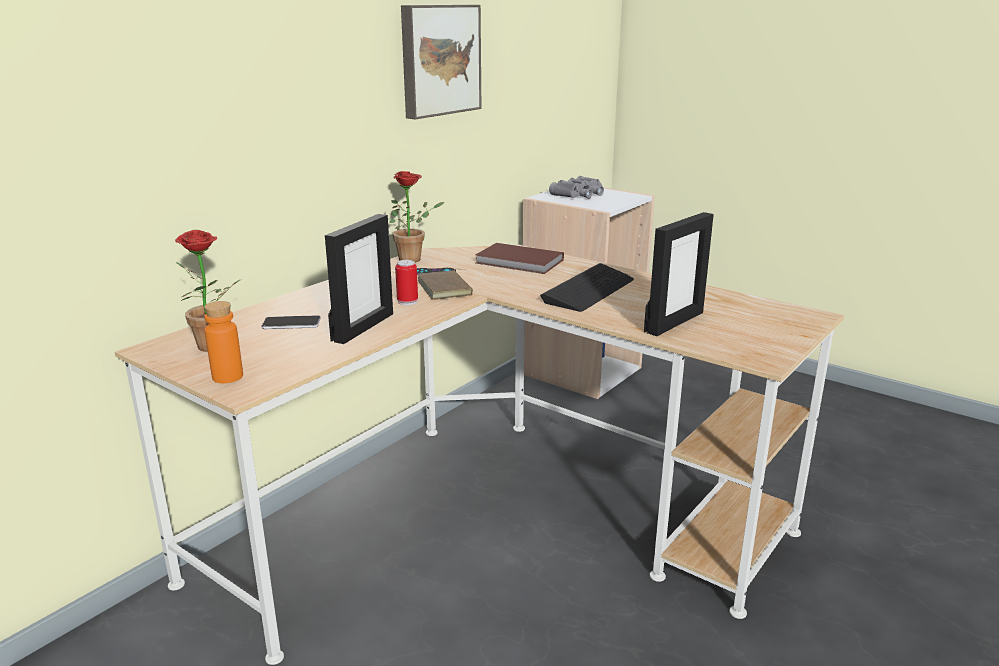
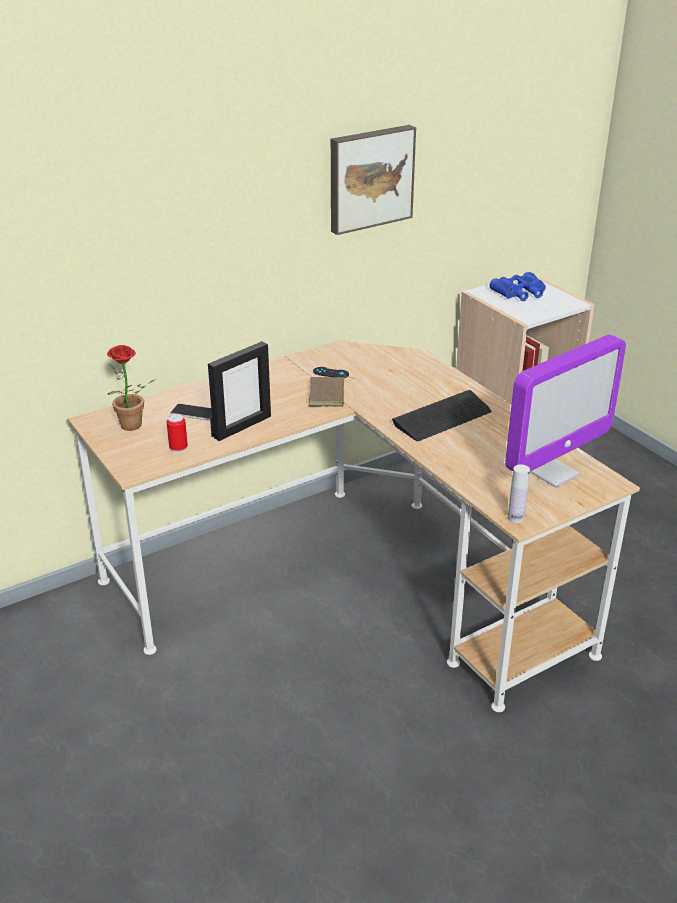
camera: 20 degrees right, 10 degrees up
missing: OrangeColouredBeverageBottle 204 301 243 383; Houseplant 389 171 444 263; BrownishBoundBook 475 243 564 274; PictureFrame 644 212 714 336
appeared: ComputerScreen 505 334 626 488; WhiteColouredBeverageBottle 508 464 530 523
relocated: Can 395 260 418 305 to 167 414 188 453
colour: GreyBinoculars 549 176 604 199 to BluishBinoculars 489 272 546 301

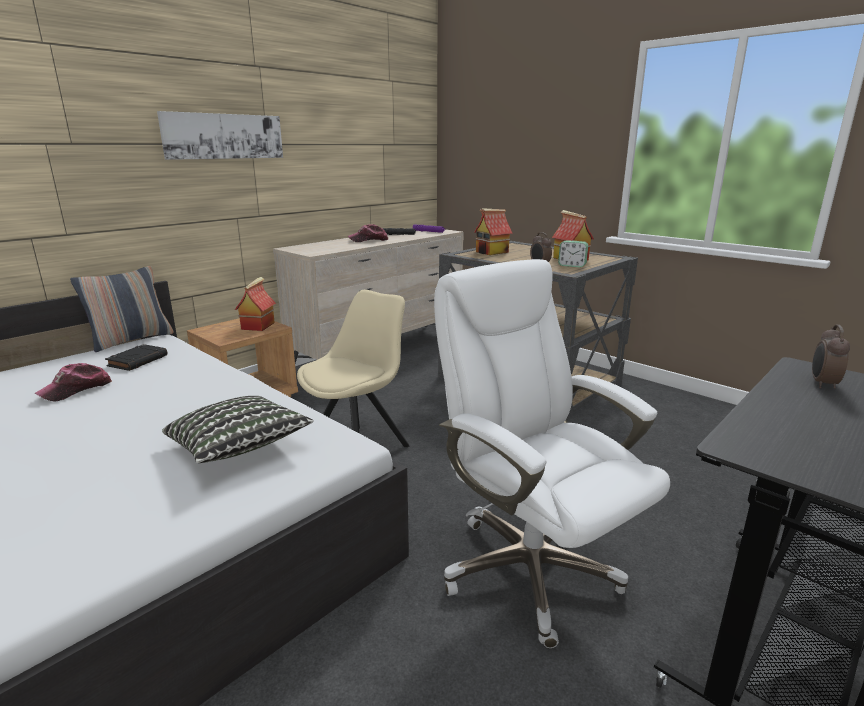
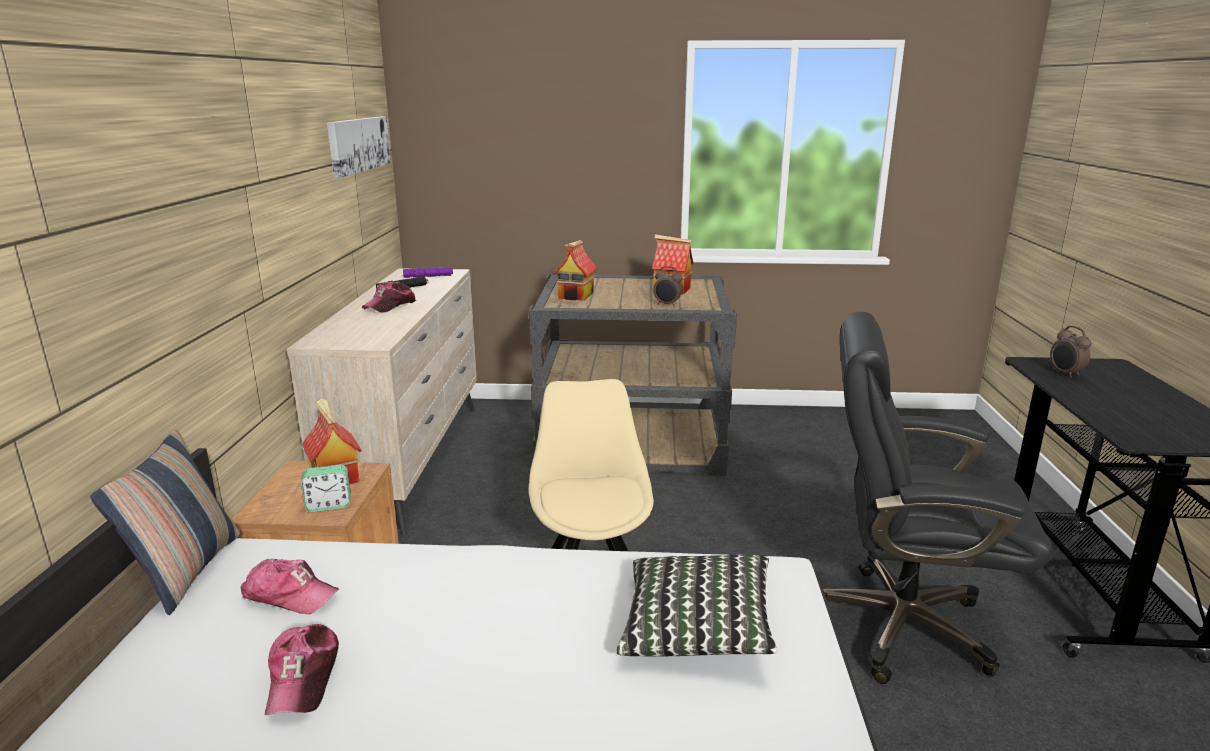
camera: 40 degrees left, 0 degrees up
relocated: WallArt 157 111 283 160 to 327 116 391 178; BedsideClock 558 240 588 267 to 301 465 351 512
exchanged: BlackishBoundBook 105 344 167 371 to PeakedCap 241 559 339 614
colour: WhiteColouredComputerChair 434 259 670 648 to BlackishComputerChair 823 312 1053 684

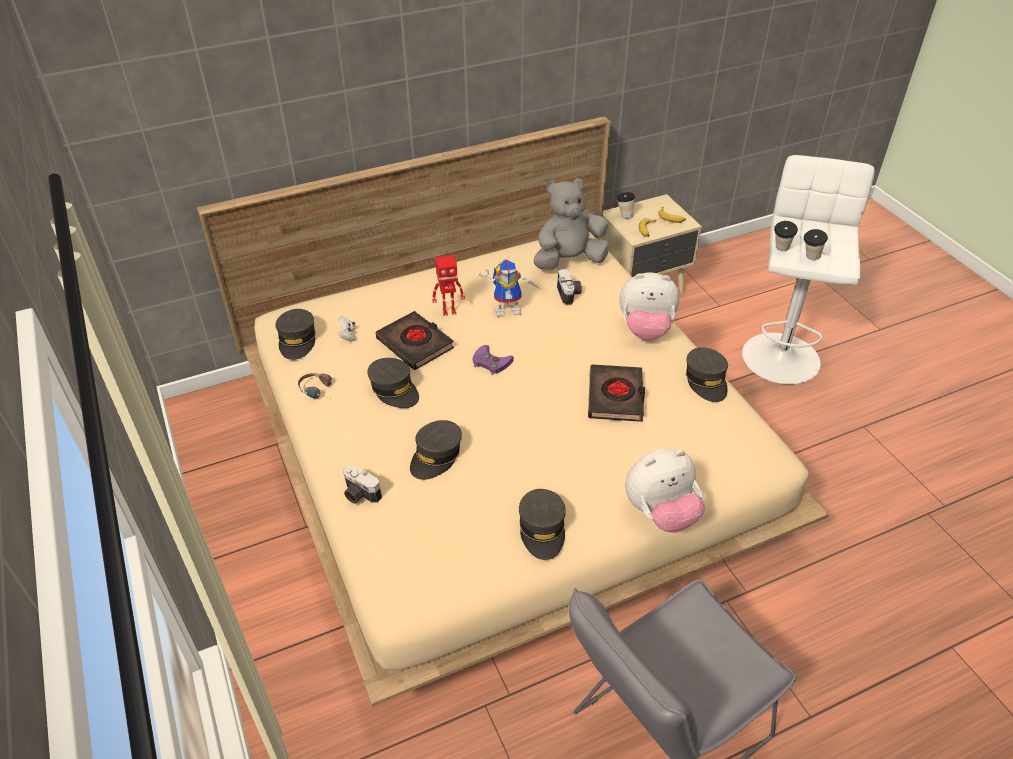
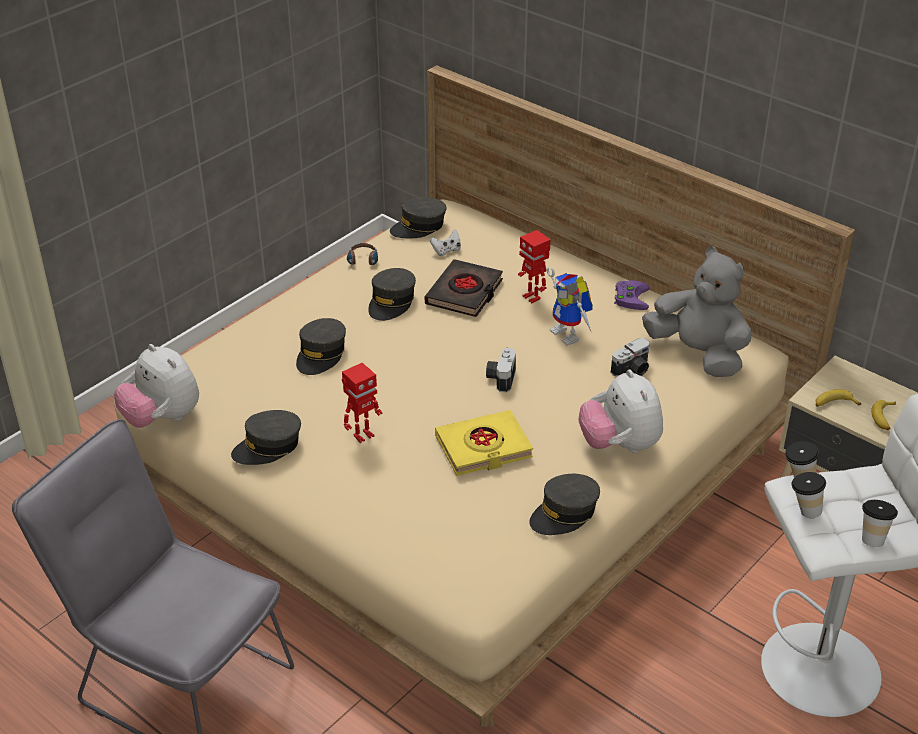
camera: 65 degrees right, 5 degrees down
appeared: ModelRobot 342 363 382 443
relocated: StillCamera 343 465 382 504 to 486 348 516 393; PurpleColouredGameController 472 345 514 375 to 614 280 650 310; DrinkingCup 616 192 635 219 to 862 500 898 547; PlushToy 625 448 705 532 to 114 344 199 428
colour: BlackishBoundBook 588 364 645 422 to YellowColouredBoundBook 435 410 533 476
spun: GreyPeakedCap 410 420 462 480 = 296 318 346 375 75 degrees counterclockwise

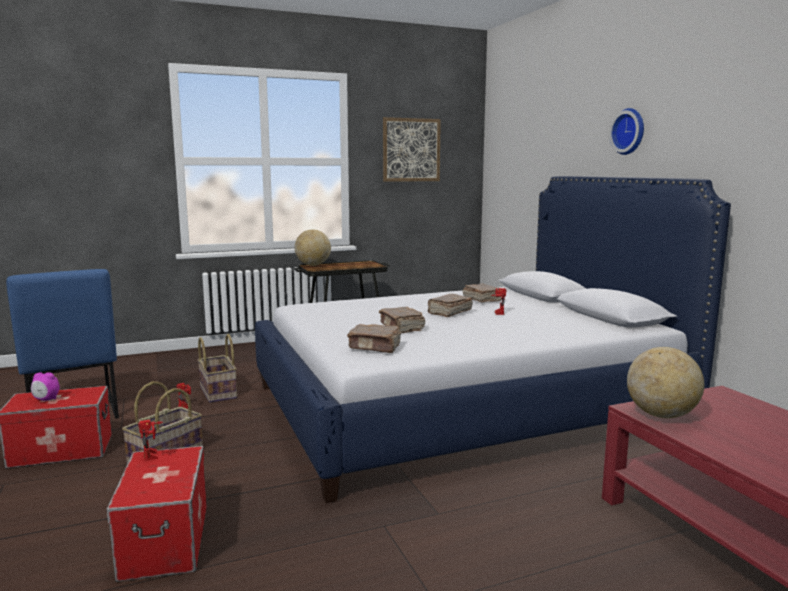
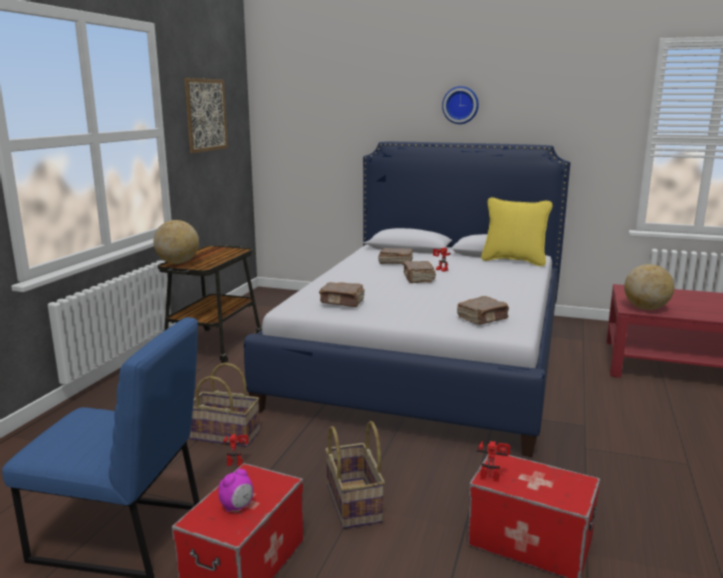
camera: 50 degrees left, 5 degrees up
appeared: YellowColouredPillow 481 197 553 266
relocated: BrownishBoundBook 379 307 425 333 to 319 282 365 307

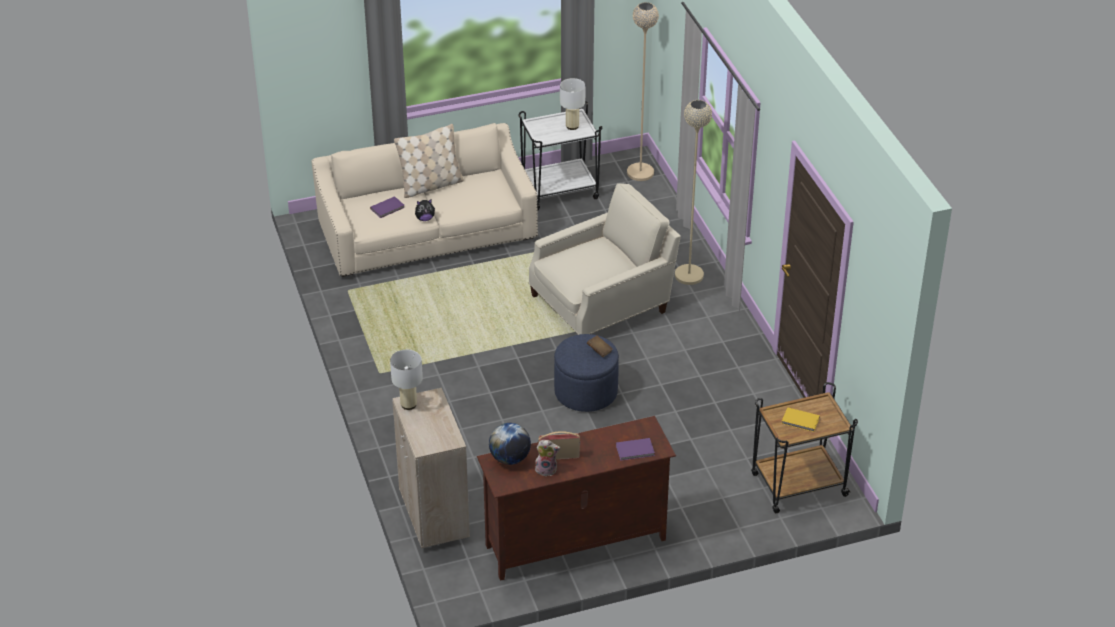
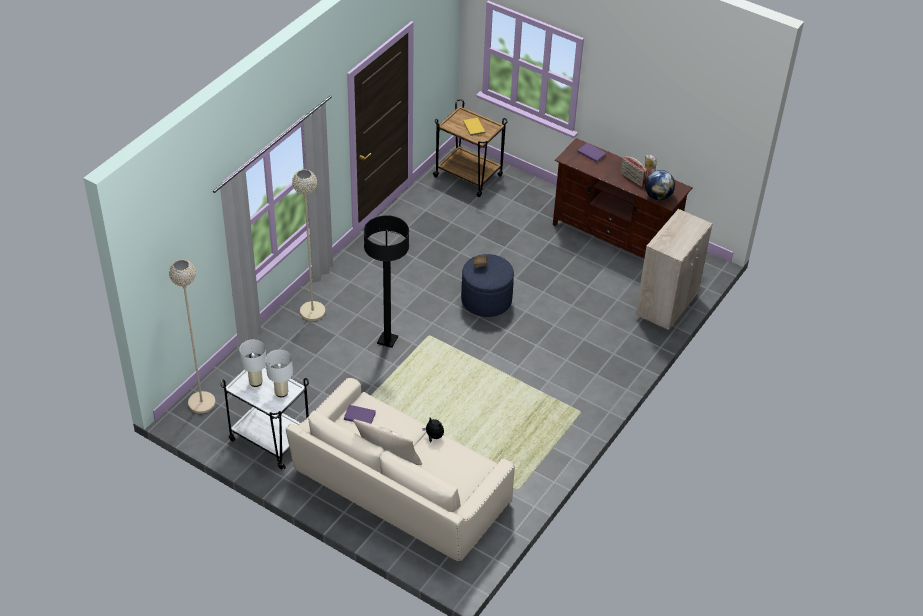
camera: 130 degrees left, 5 degrees up
relocated: PurpleColouredBoundBook 370 196 405 218 to 344 405 376 424; WhiteColouredTabletopLamp 390 350 423 410 to 266 349 293 397
exchanged: SandColouredLoungeChair 529 183 681 335 to BlackishStandardLamp 364 215 409 348

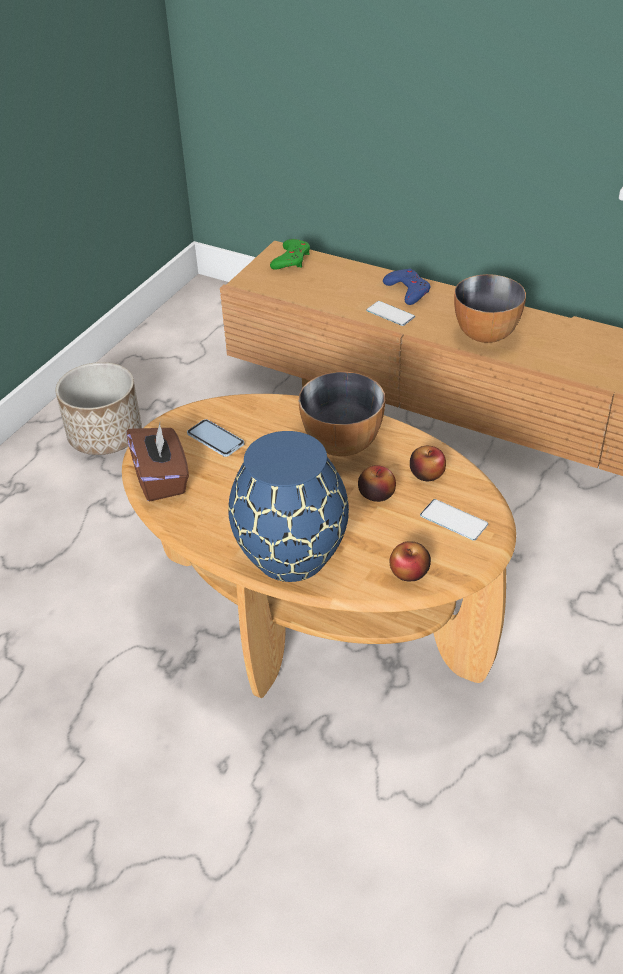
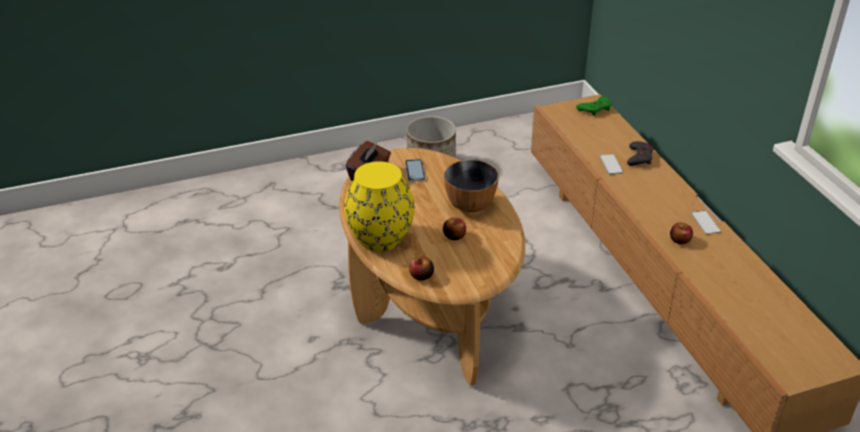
camera: 40 degrees right, 5 degrees down
missing: Bowl 454 274 526 343
relocated: WholeApple 410 446 446 481 to 670 223 693 244; Handset 420 499 488 541 to 691 210 721 234
colour: BluishVase 228 431 349 582 to YellowColouredVase 344 161 414 252; BluishGameController 383 268 430 305 to GreyGameController 627 141 653 166

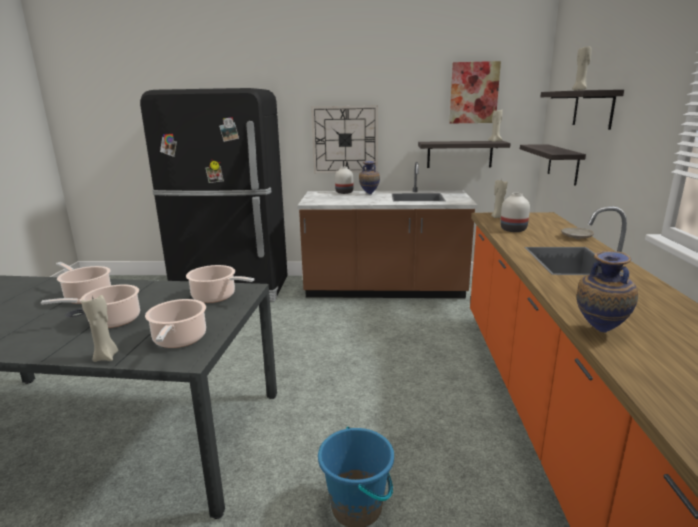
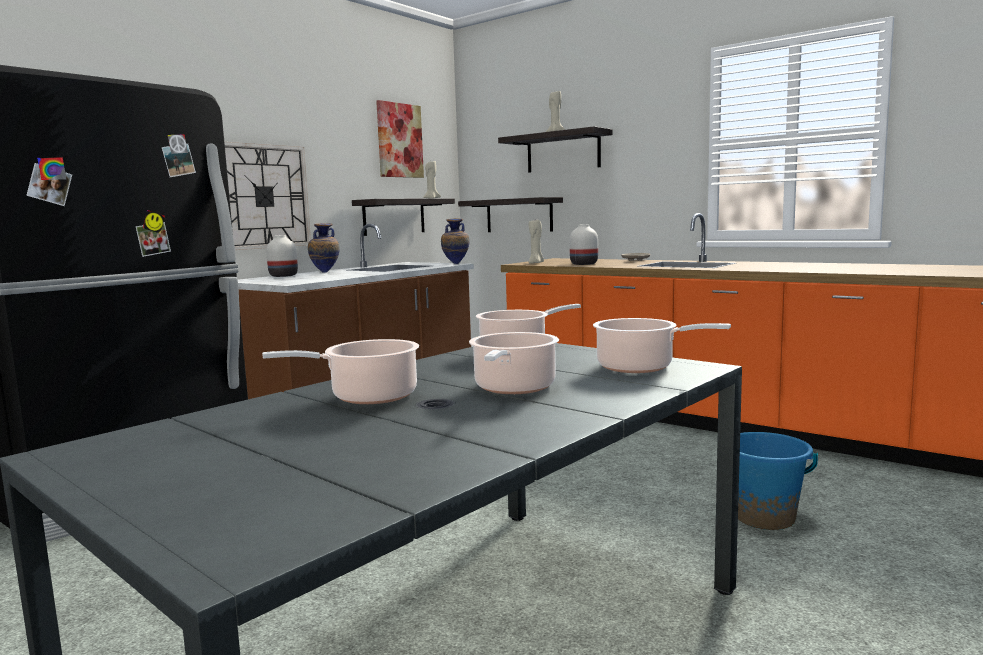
camera: 55 degrees left, 10 degrees down
missing: SandColouredWaxCandle 81 295 118 362
relocated: Vase 577 251 638 333 to 441 218 469 264

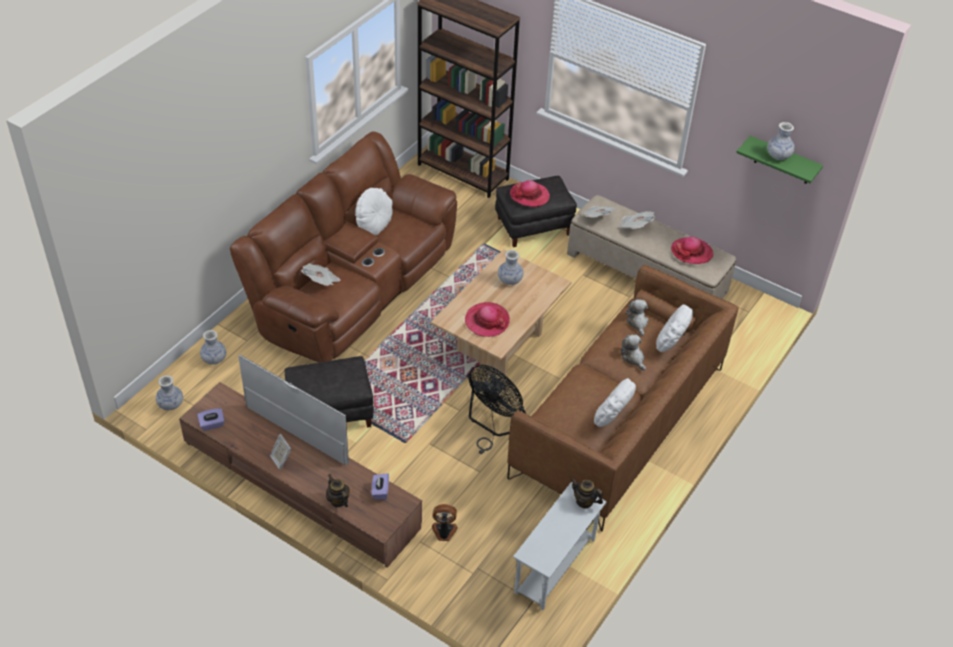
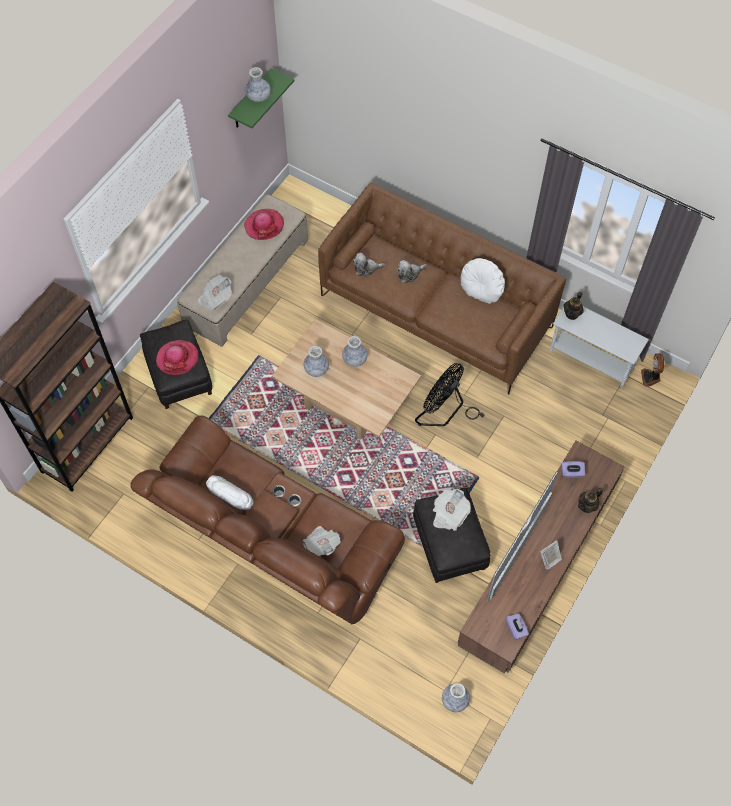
camera: 90 degrees left, 15 degrees up
missing: Hat 465 302 510 337; WhiteColouredPillow 656 304 693 352
relocated: Vase 200 330 226 365 to 342 336 367 367; CoolingFan 432 504 458 541 to 641 354 664 387; DailyPaper 619 211 655 229 to 433 489 471 531

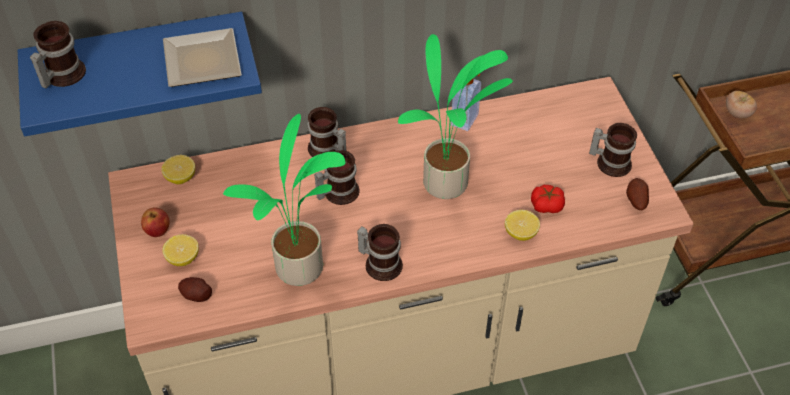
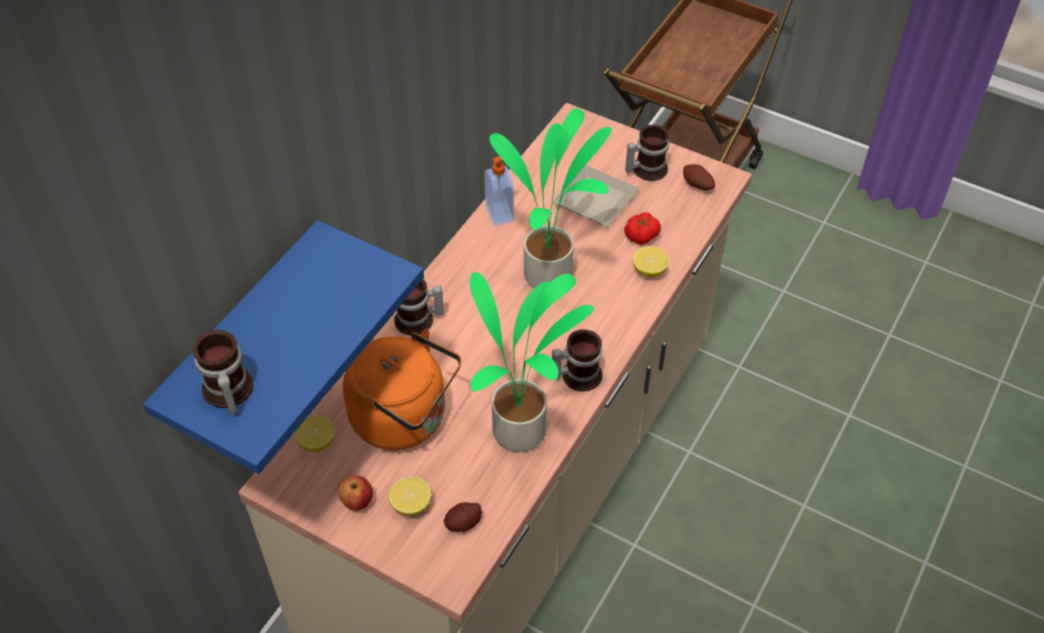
camera: 45 degrees left, 0 degrees up
missing: Mug 314 150 359 205; Tomato 726 91 757 118
appeared: OrangeColouredWaterKettle 343 329 461 450
relocated: FlatDish 163 28 242 87 to 553 165 639 227

